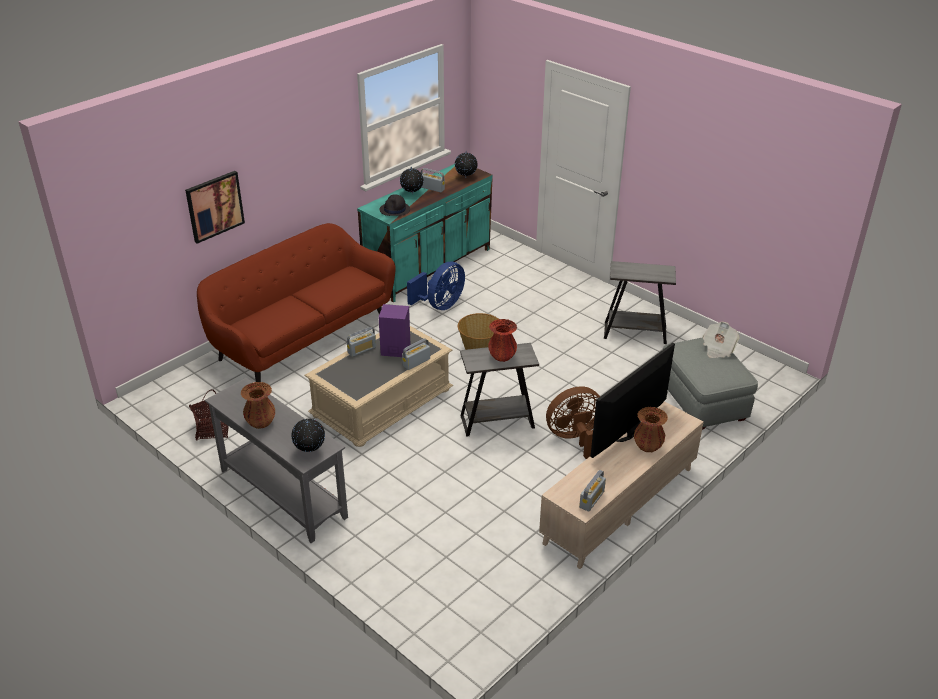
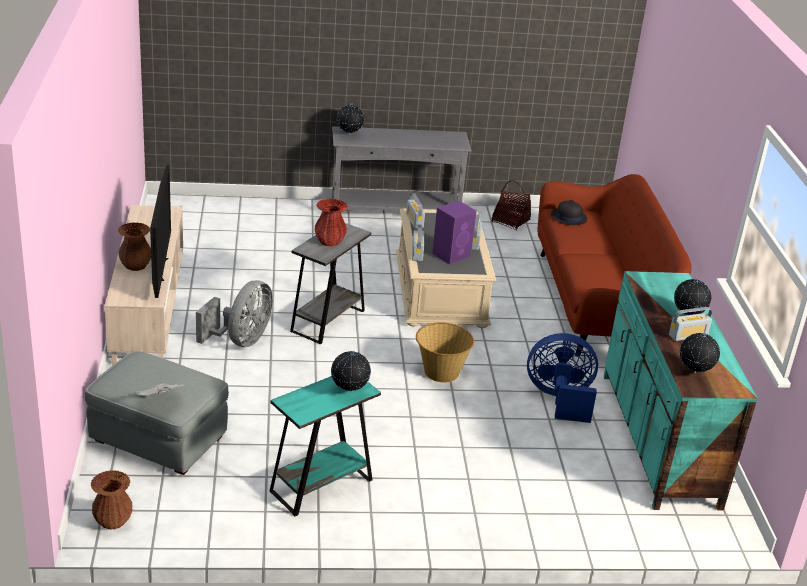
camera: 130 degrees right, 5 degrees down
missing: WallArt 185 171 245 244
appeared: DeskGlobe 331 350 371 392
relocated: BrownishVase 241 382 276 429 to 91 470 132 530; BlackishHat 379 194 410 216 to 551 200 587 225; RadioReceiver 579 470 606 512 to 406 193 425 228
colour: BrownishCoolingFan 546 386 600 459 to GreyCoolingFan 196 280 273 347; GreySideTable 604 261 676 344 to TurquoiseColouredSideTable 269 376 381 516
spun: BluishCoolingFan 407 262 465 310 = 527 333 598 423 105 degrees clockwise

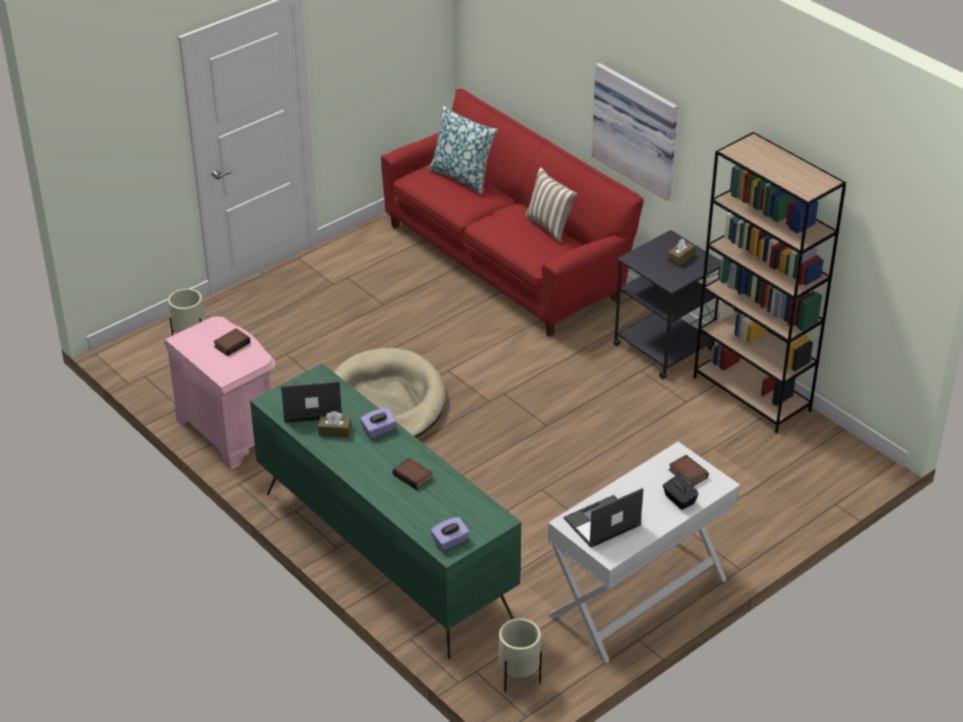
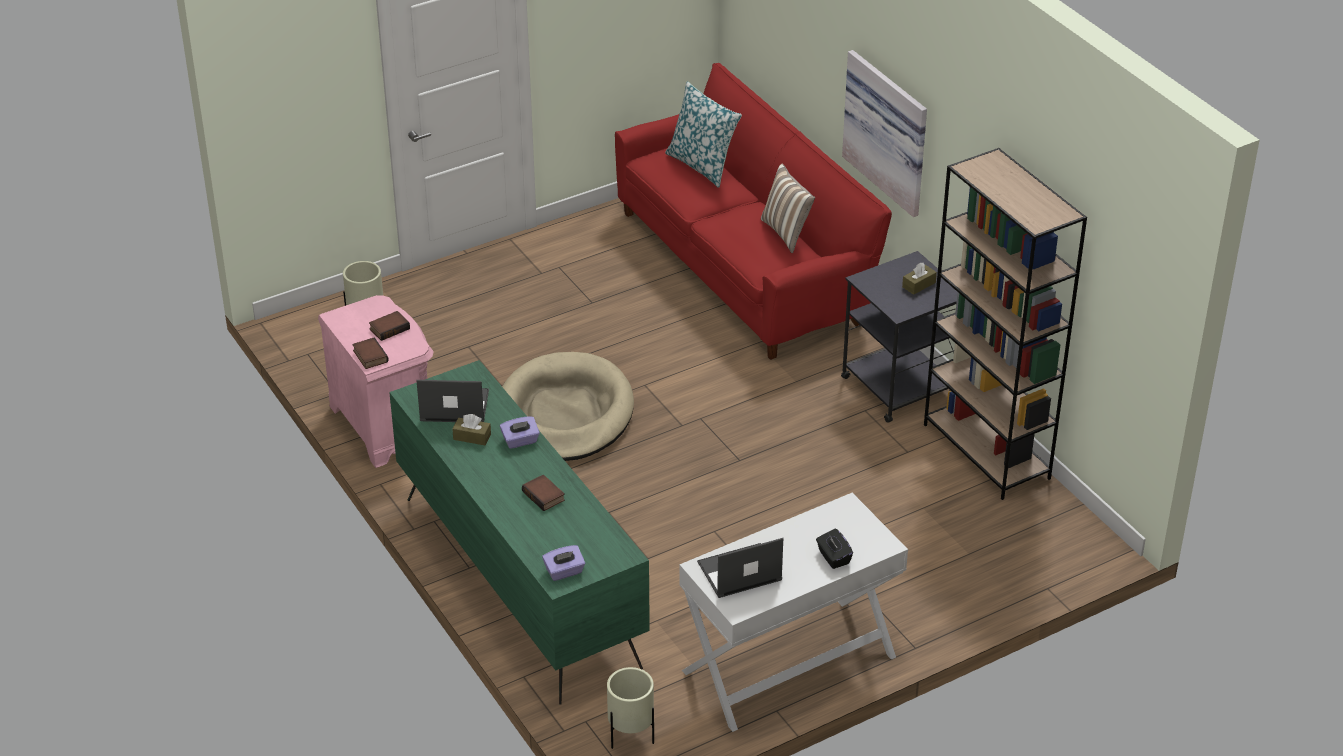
camera: 10 degrees right, 0 degrees up
relocated: BoundBook 669 455 709 486 to 352 337 389 369

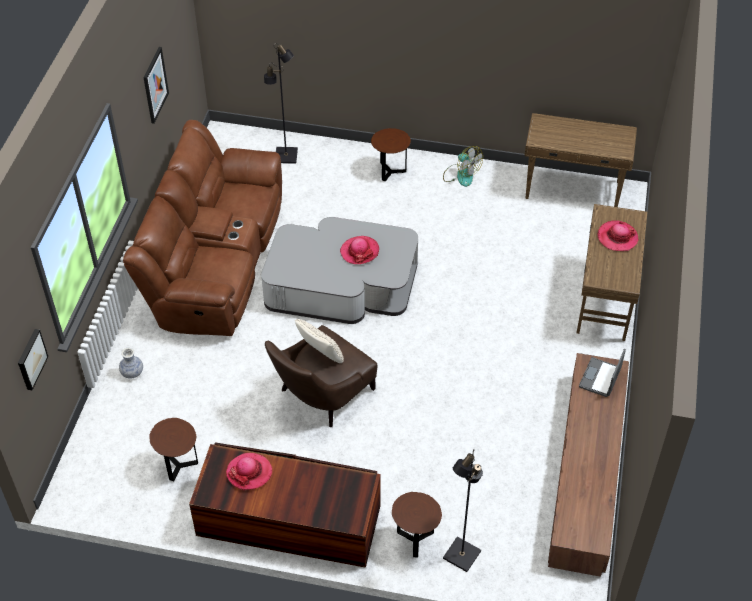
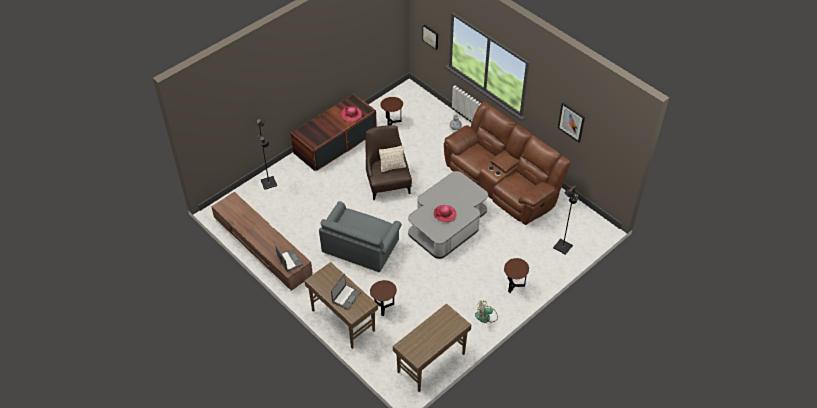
camera: 125 degrees right, 0 degrees up
appeared: GreyLoungeChair 319 201 402 273
relocated: BrownishSideTable 392 492 442 557 to 370 280 397 316
exchanged: Hat 598 220 639 251 to Laptop 331 274 361 310

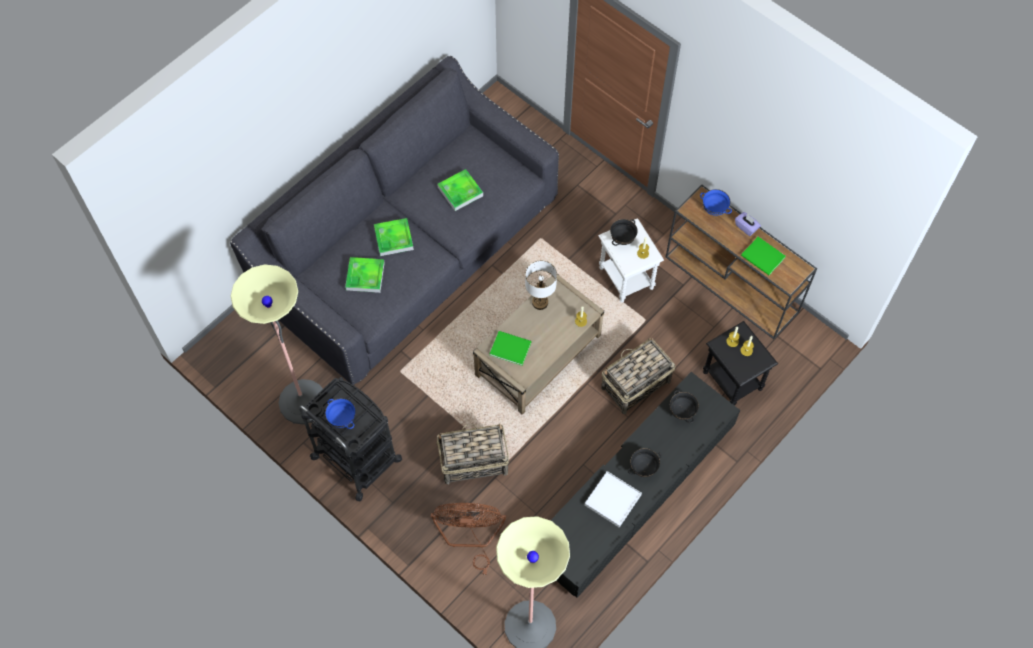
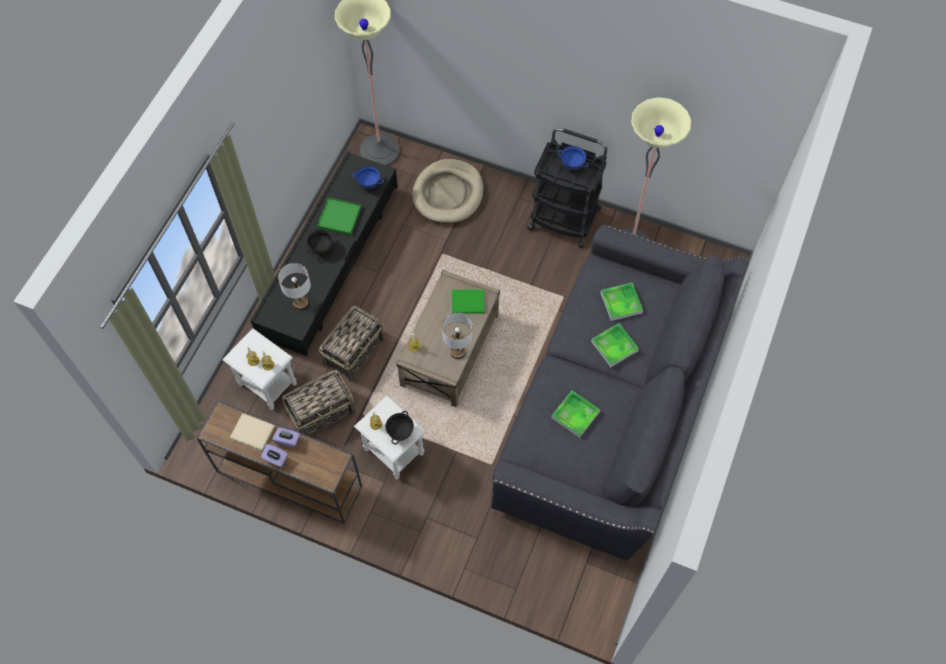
camera: 160 degrees right, 0 degrees up
appeared: PurpleColouredBoxOfTissues 272 428 300 448
relocated: Basket 437 424 509 485 to 282 370 355 436; BluishBowl 700 189 732 216 to 353 166 384 189
exchanged: BrownishCoolingFan 431 503 506 575 to SandColouredPetBed 412 159 484 224; BlackishBowl 670 390 699 423 to TabletopLamp 278 263 311 310
colour: WhiteColouredServingTray 585 471 642 527 to GreenServingTray 317 197 361 236; BlackishSideTable 703 321 778 406 to WhiteColouredSideTable 222 328 297 410; GreenBoundBook 741 237 786 275 to SandColouredBoundBook 230 413 275 451

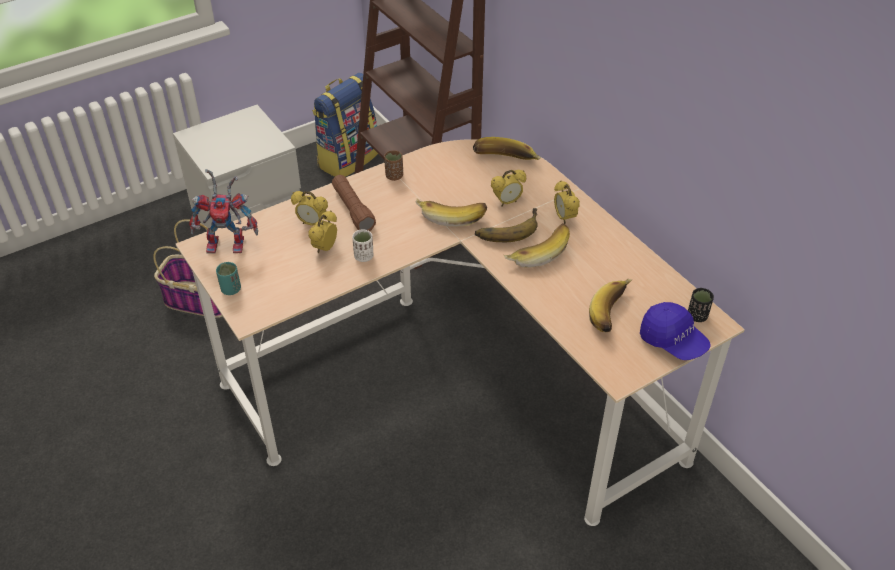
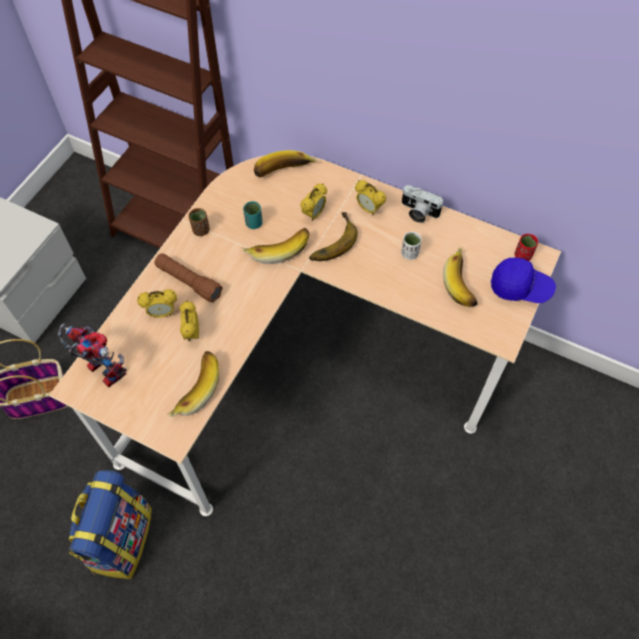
camera: 30 degrees left, 15 degrees up
appeared: StillCamera 402 185 443 223
relocated: TurquoiseColouredDrinkingCup 216 262 241 295 to 243 201 263 229; Backpack 312 73 378 177 to 69 470 152 579; WhiteColouredDrinkingCup 352 229 373 262 to 401 231 422 260; BananaFruit 504 223 570 268 to 167 351 219 417
colour: BlackishDrinkingCup 688 288 714 322 to RedColouredDrinkingCup 515 234 538 261
spun: ModelRobot 189 169 258 254 = 58 324 127 387 105 degrees counterclockwise

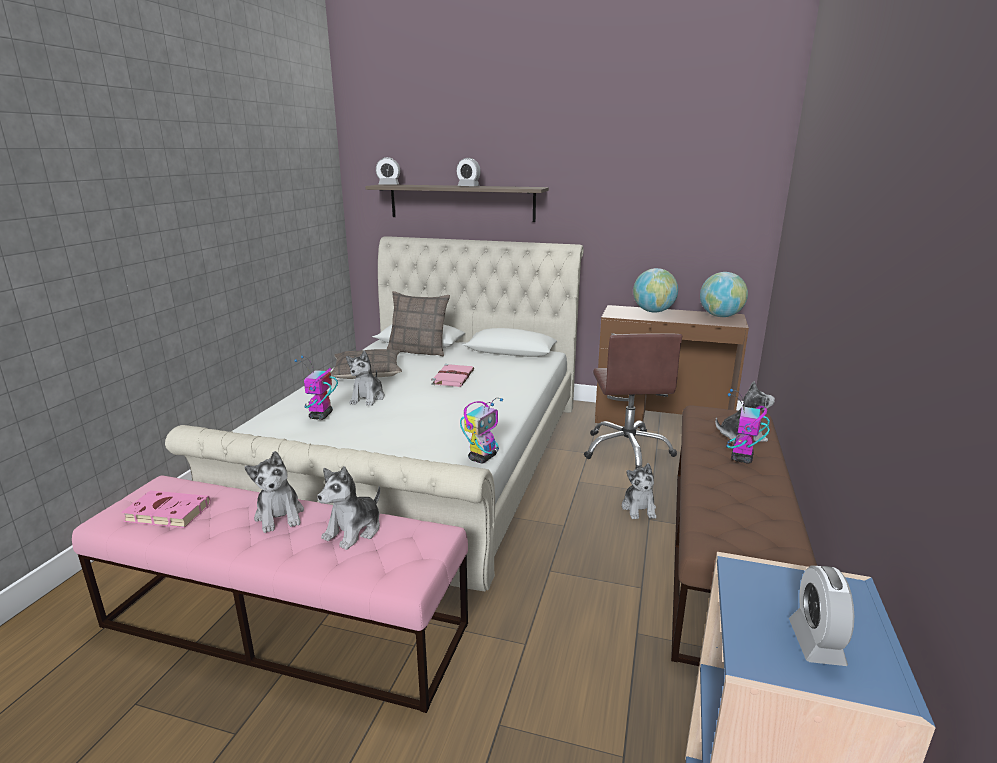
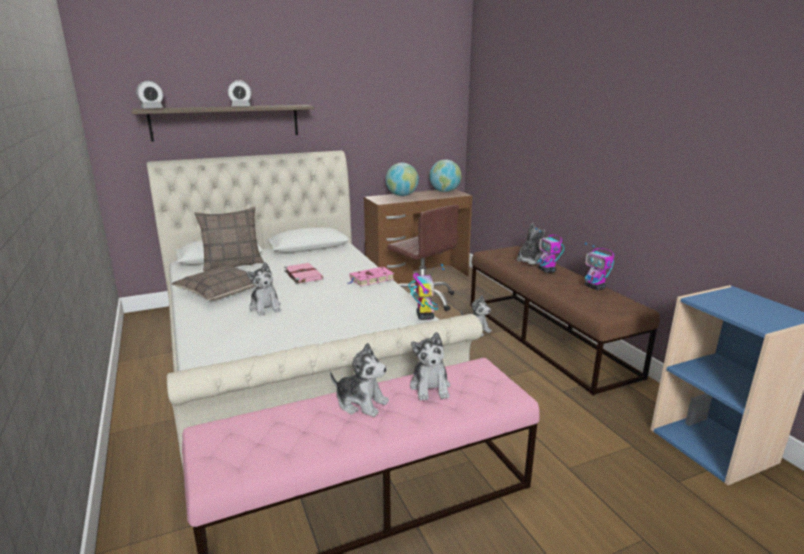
camera: 40 degrees left, 0 degrees up
missing: BedsideClock 789 565 854 666
relocated: PinkColouredBoundBook 121 490 211 528 to 348 267 394 286; ModelRobot 294 356 338 420 to 585 243 614 290

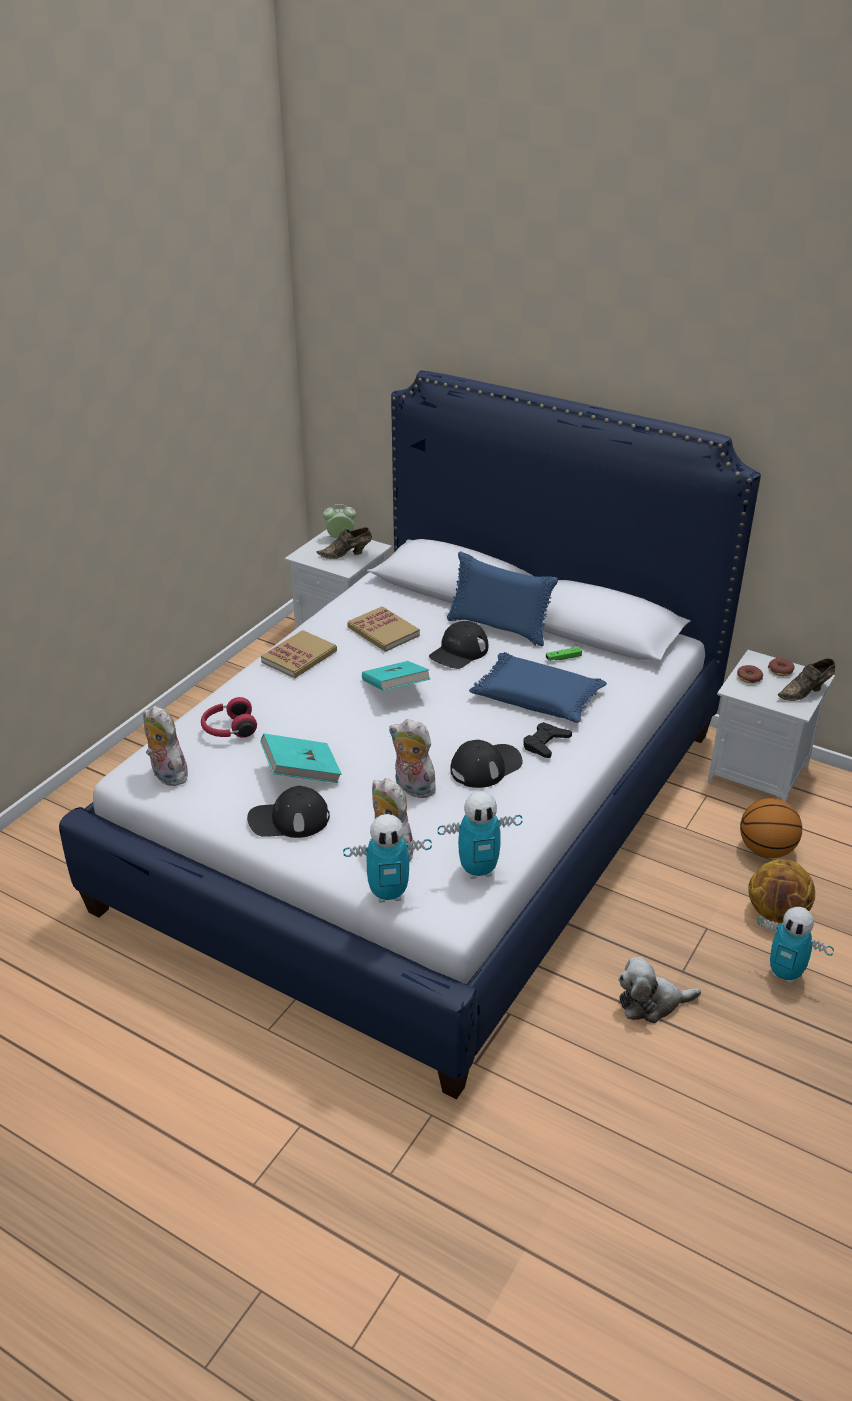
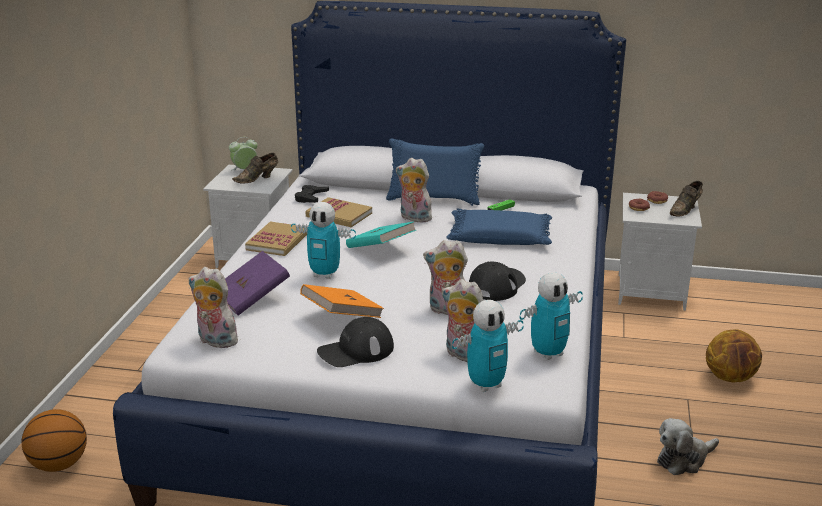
camera: 20 degrees left, 10 degrees down
relocated: BlackishGameController 523 722 572 758 to 295 185 329 203; Basketball 740 798 802 858 to 22 409 87 472; ModelRobot 758 907 834 984 to 291 202 356 279
exchanged: RedColouredHeadset 201 697 257 738 to PurpleColouredBoundBook 225 251 290 316; BlackishPeakedCap 429 621 488 669 to PlushToy 396 158 434 223
colour: TurquoiseColouredBoundBook 260 733 342 783 to OrangeColouredBoundBook 300 284 384 318

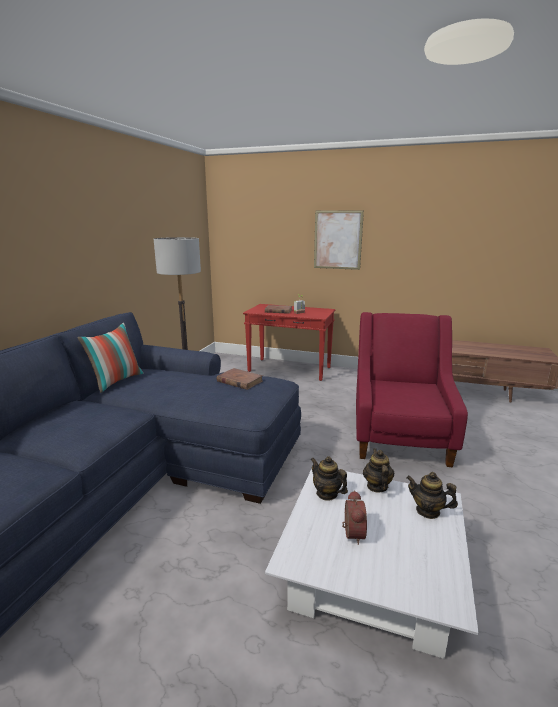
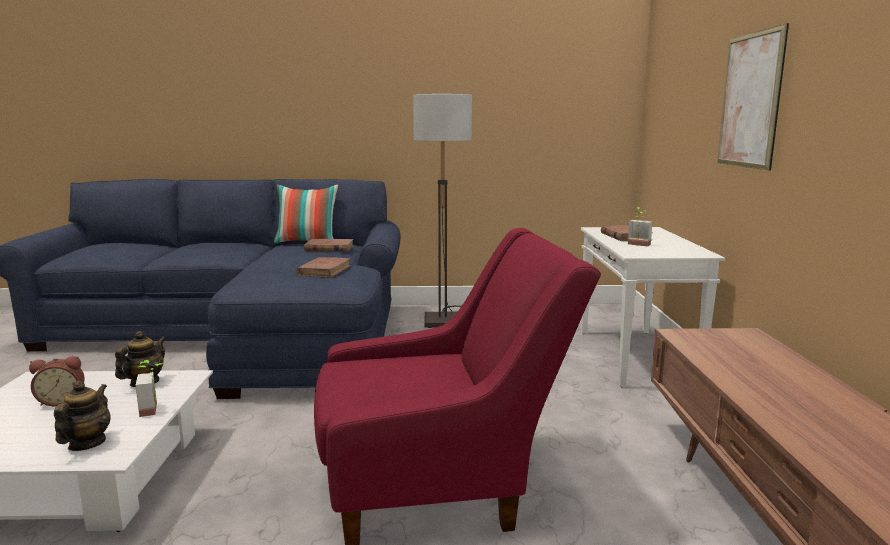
camera: 70 degrees right, 5 degrees down
appeared: BrownishBoundBook 304 239 354 252
exchanged: TeaPot 363 449 394 493 to Houseplant 135 360 163 417
colour: RedColouredHallTable 243 304 336 381 to WhiteColouredHallTable 581 227 725 387

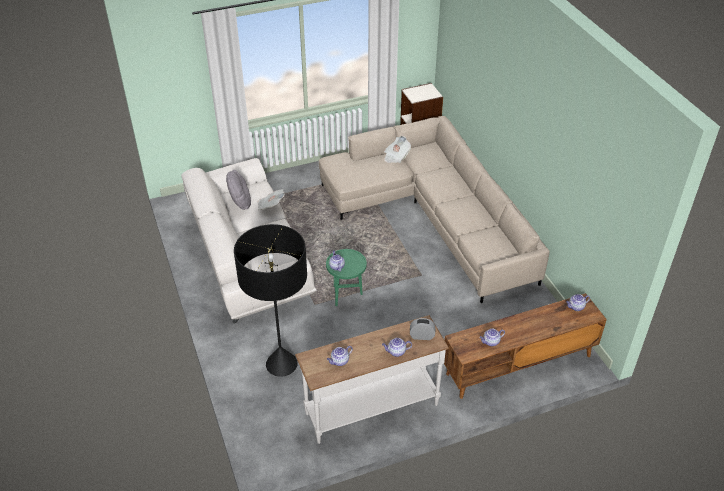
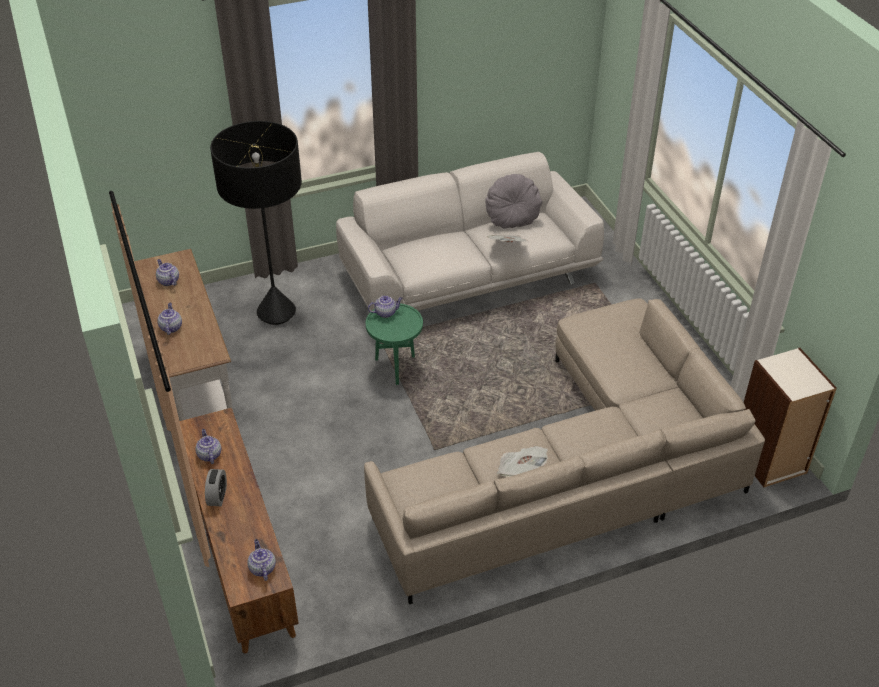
camera: 90 degrees right, 0 degrees up
relocated: DailyPaper 384 136 411 163 to 496 446 548 477; BedsideClock 410 318 435 340 to 205 469 227 506

